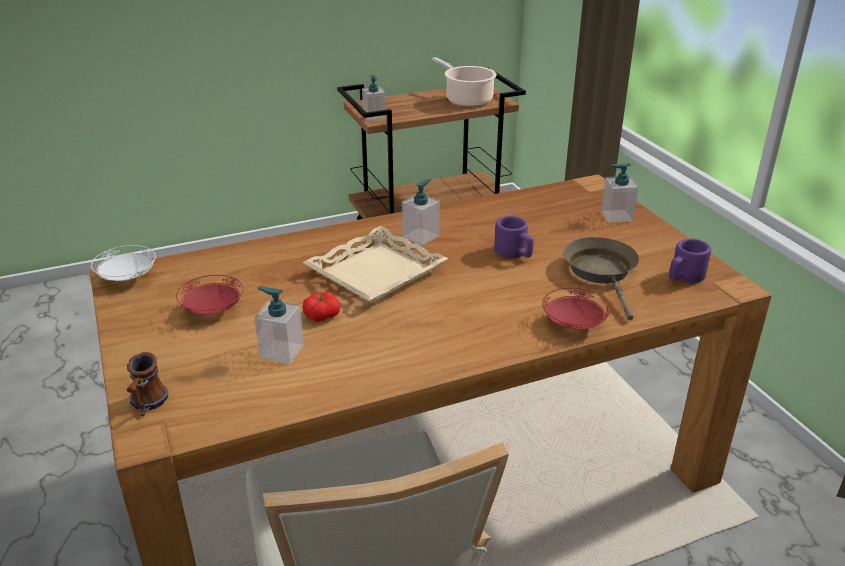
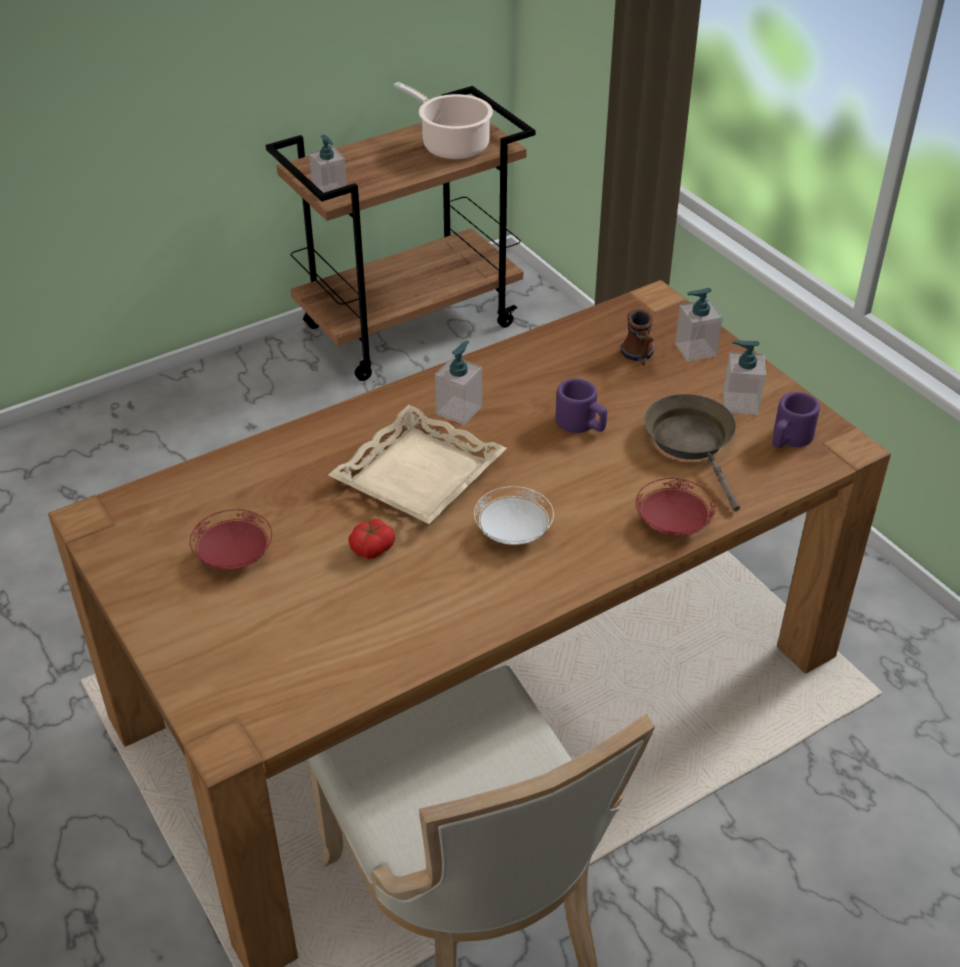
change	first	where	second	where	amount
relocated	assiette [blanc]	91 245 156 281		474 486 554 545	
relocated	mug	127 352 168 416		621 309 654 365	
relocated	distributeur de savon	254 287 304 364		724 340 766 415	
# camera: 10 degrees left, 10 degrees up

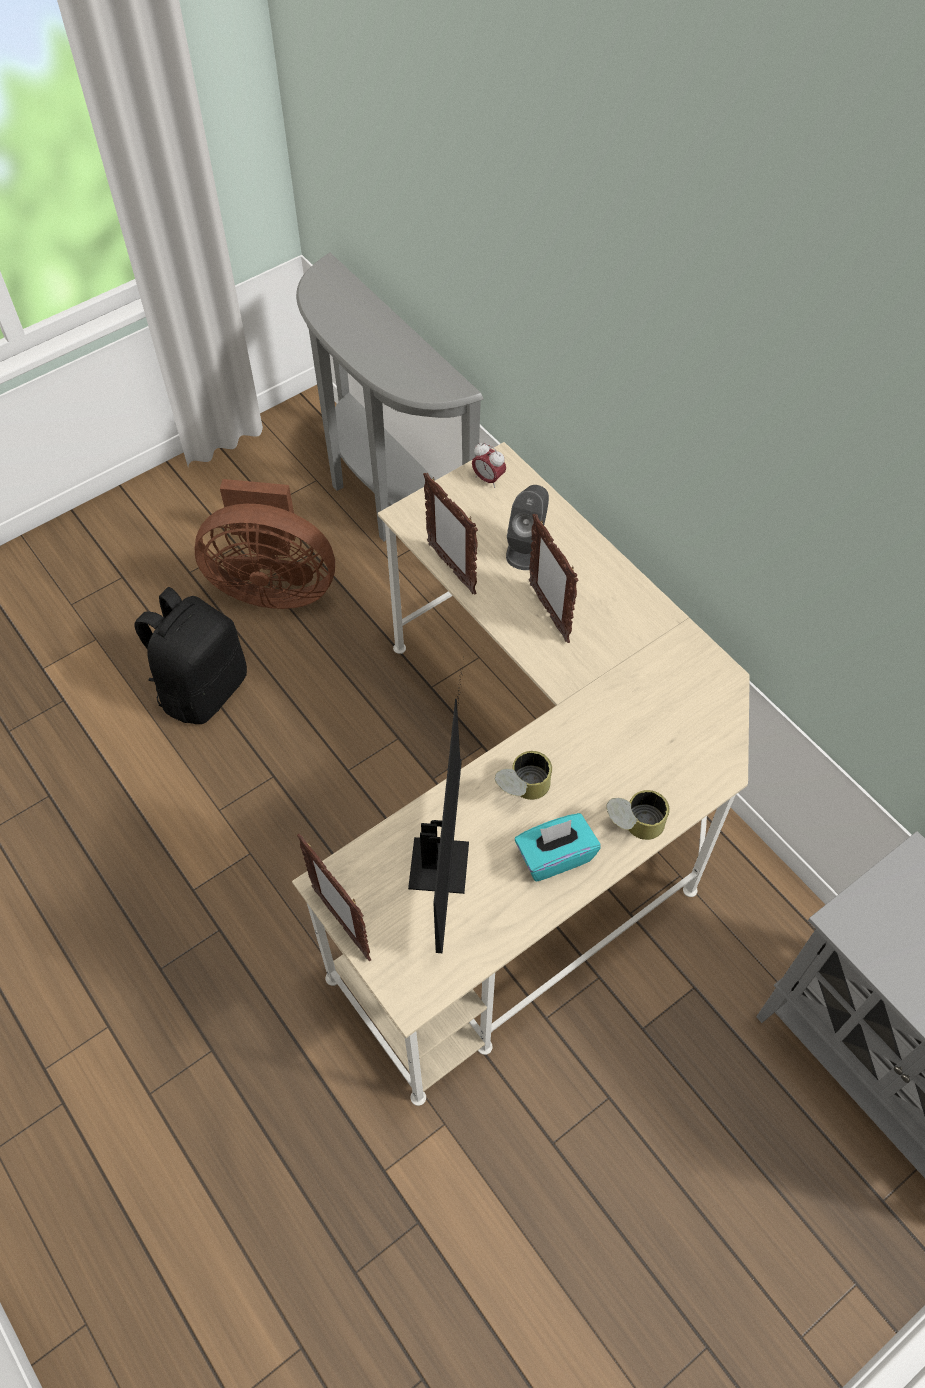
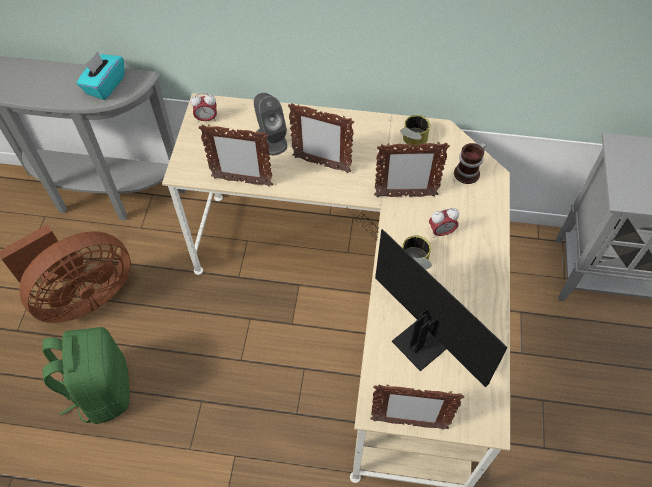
change	first	where	second	where	amount
appeared			cadre photo	374 143 450 197	
appeared			réveil	429 208 459 238	
appeared			mug	454 142 487 184	
relocated	boîte à mouchoirs [turquoise]	515 813 601 882		77 51 124 100	
relocated	boîte métallique	606 790 670 840		400 115 430 147	
colour	sac à dos [noir]	134 587 247 724	sac à dos [vert]	42 327 130 424	
# camera: 45 degrees left, 0 degrees up

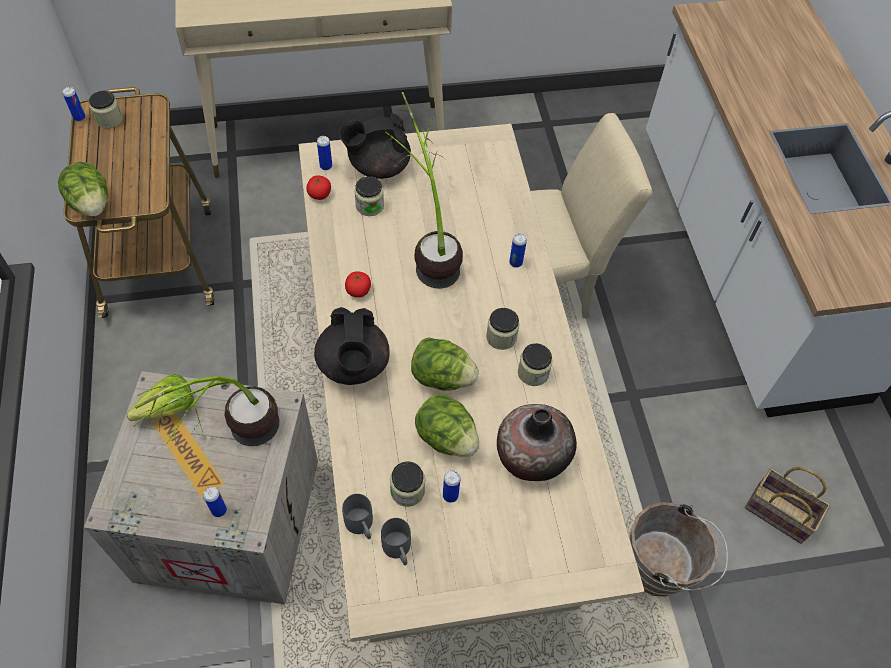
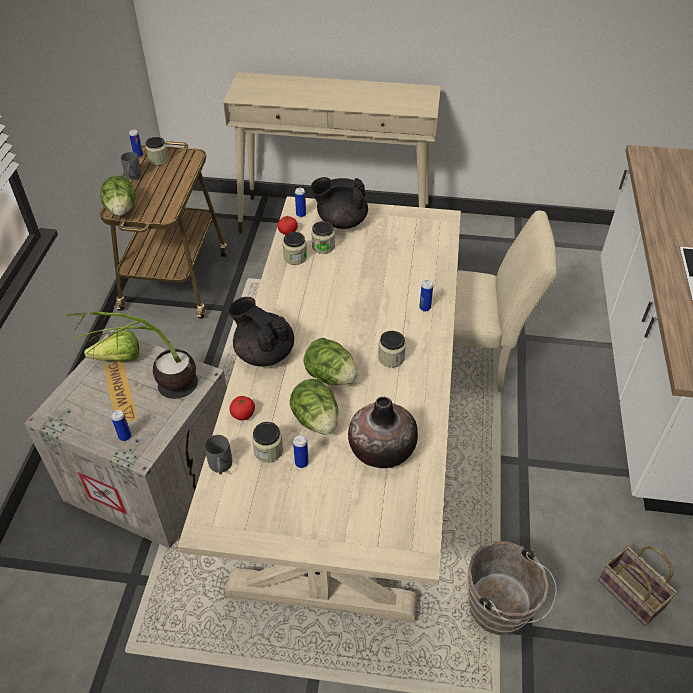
change	first	where	second	where	amount
missing	plante en pot	384 92 463 289			
relocated	tomate	345 271 371 298		229 396 255 420	
relocated	mug [gris]	381 518 411 565		121 152 142 180	
relocated	bocal	518 343 553 386		283 232 307 265	
spun	théière [noir]	314 307 390 385		228 297 294 366	120 degrees clockwise
# camera: 20 degrees right, 10 degrees down

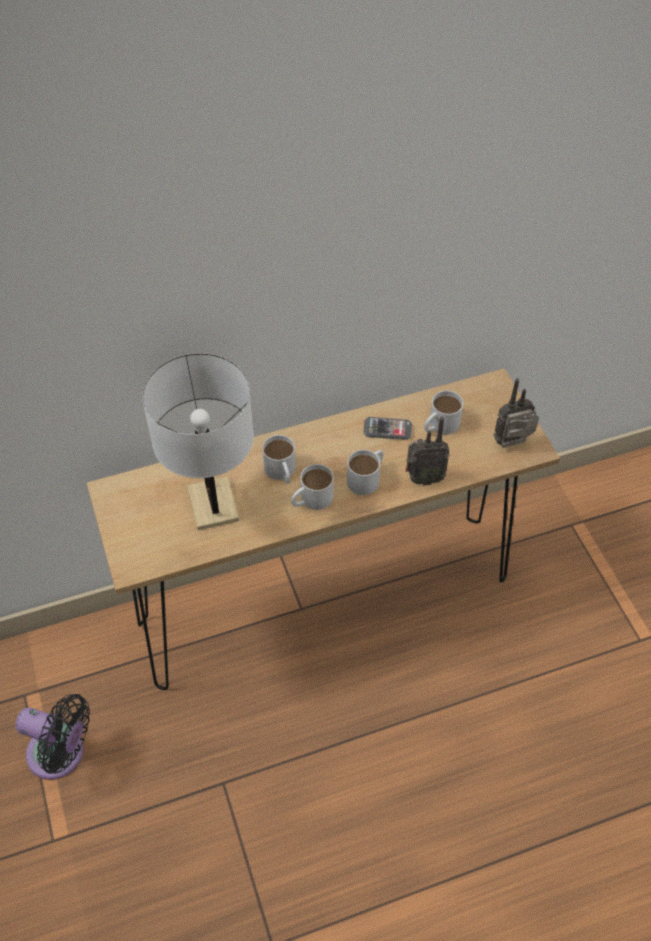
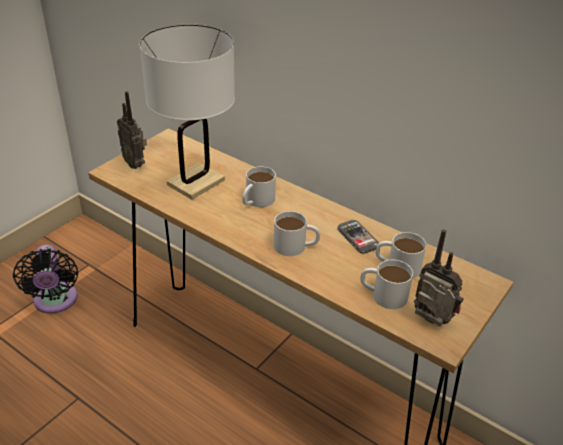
change	first	where	second	where	amount
relocated	mug [blanc]	291 464 334 510		360 259 413 309	
relocated	radio	406 417 449 485		117 91 147 169	
# camera: 55 degrees right, 15 degrees down

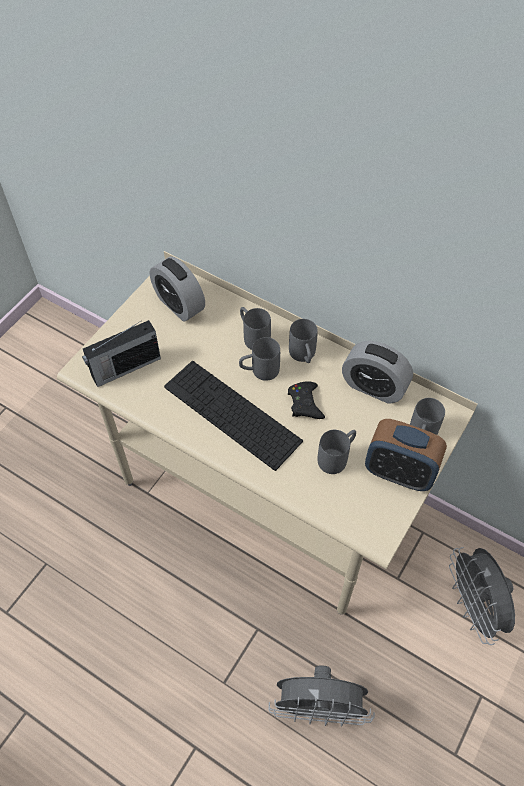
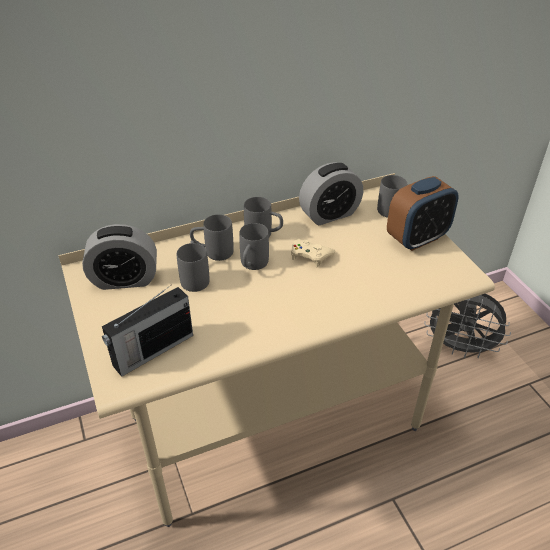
change	first	where	second	where	amount
missing	clavier	164 361 303 471			
missing	ventilateur [gris]	269 665 375 727			
relocated	mug [gris]	317 430 356 474		177 241 210 292	
colour	manette [noir]	288 381 325 419	manette [beige]	291 239 336 267	
spun	radio	82 320 161 387		102 284 193 377	45 degrees clockwise
# camera: 55 degrees left, 15 degrees down

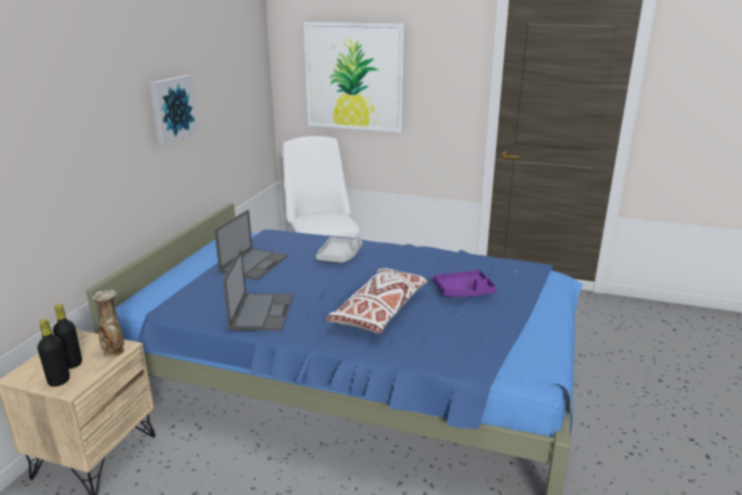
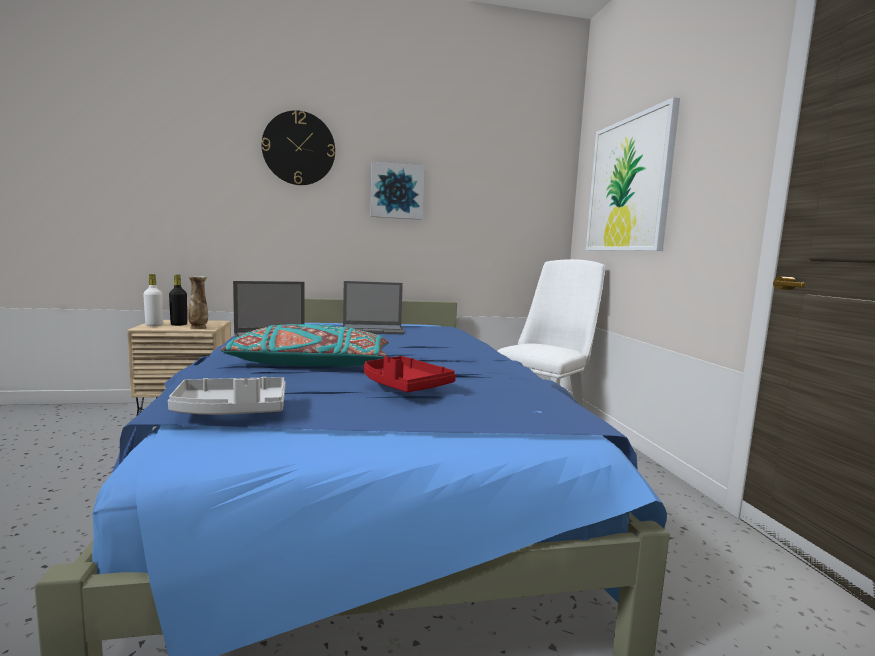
change	first	where	second	where	amount
appeared			horloge murale	262 110 335 185	
relocated	plateau [gris]	316 235 362 263		168 377 286 415	
colour	bouteille [noir]	37 319 70 387	bouteille [blanc]	143 274 163 326	
colour	coussin [blanc]	326 268 429 333	coussin [turquoise]	221 324 389 367	
colour	plateau [violet]	433 270 497 297	plateau [rouge]	364 356 456 393	
# camera: 60 degrees right, 15 degrees down

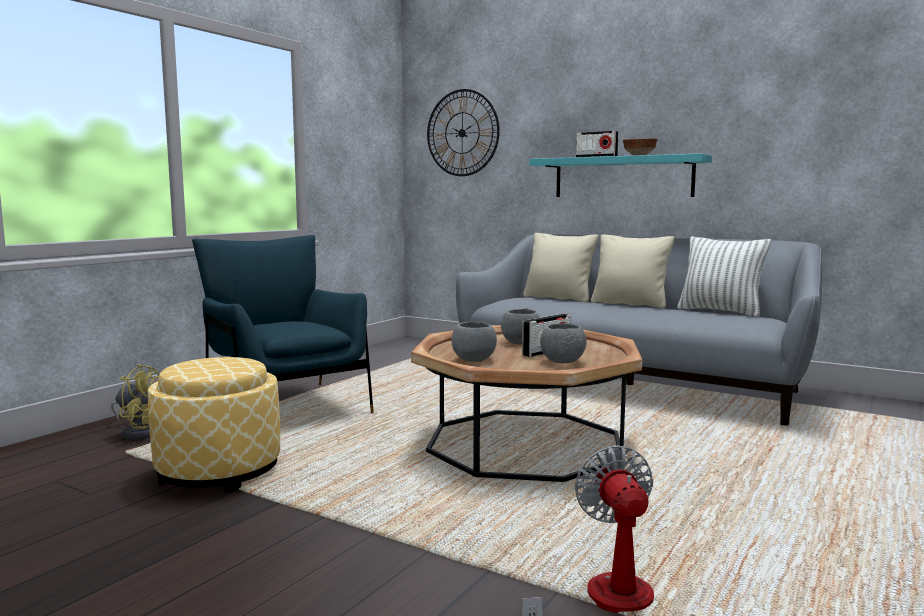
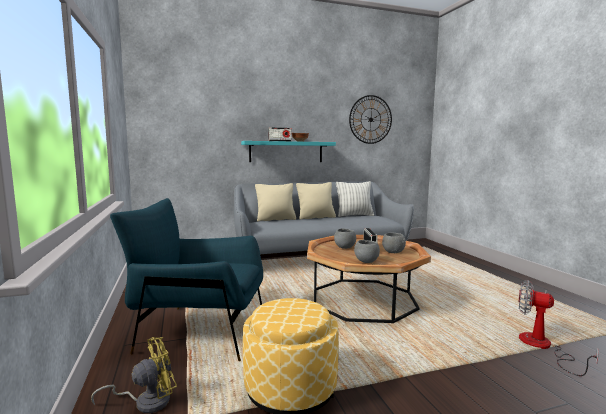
change	first	where	second	where	amount
relocated	horloge murale	427 89 500 176		349 95 392 144	
# camera: 50 degrees left, 0 degrees up

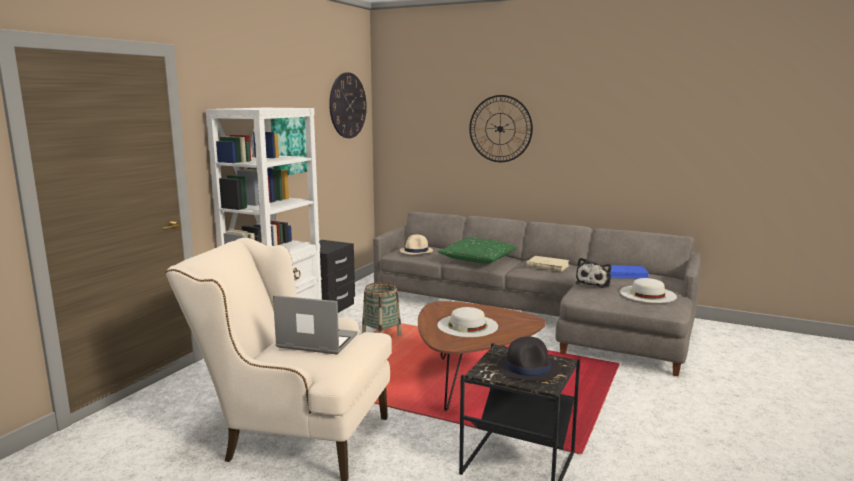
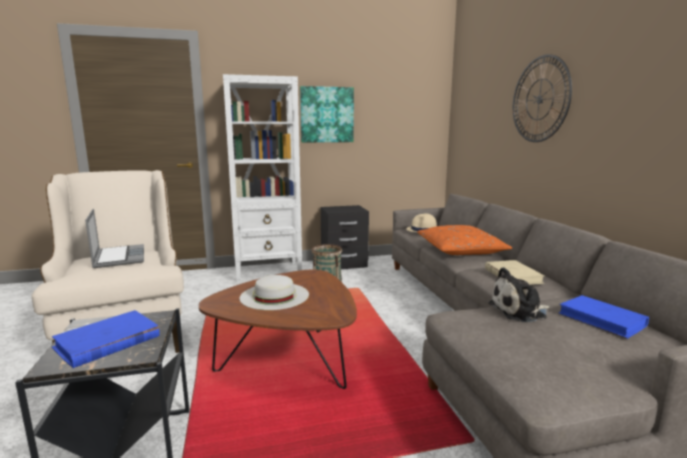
change	first	where	second	where	amount
missing	horloge murale	329 72 367 138			
missing	chapeau [blanc]	620 278 677 303			
exchanged	chapeau [noir]	497 336 560 381	livre [bleu]	52 310 160 368	
colour	coussin [vert]	438 238 518 264	coussin [orange]	417 225 512 255	
# camera: 50 degrees right, 0 degrees up

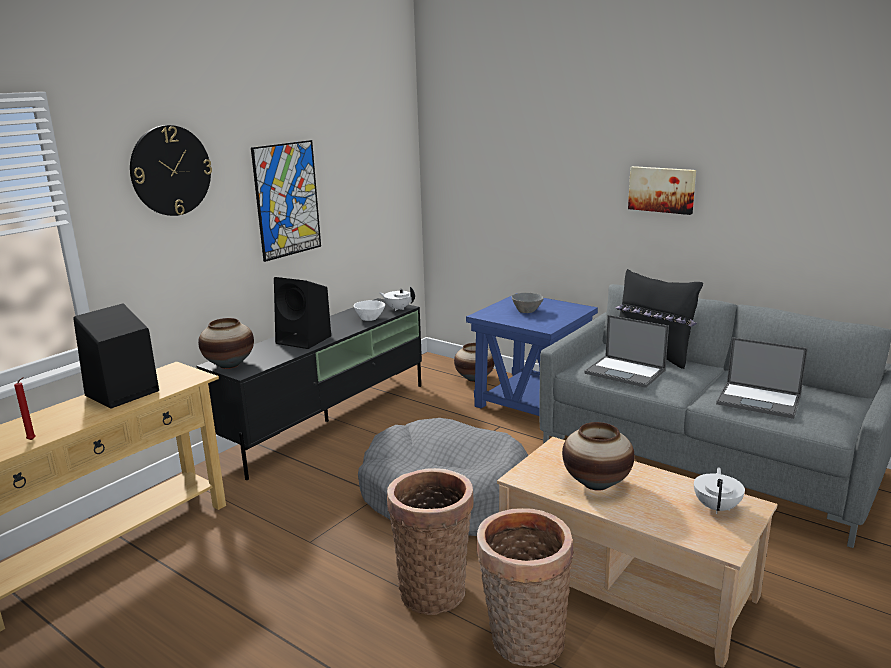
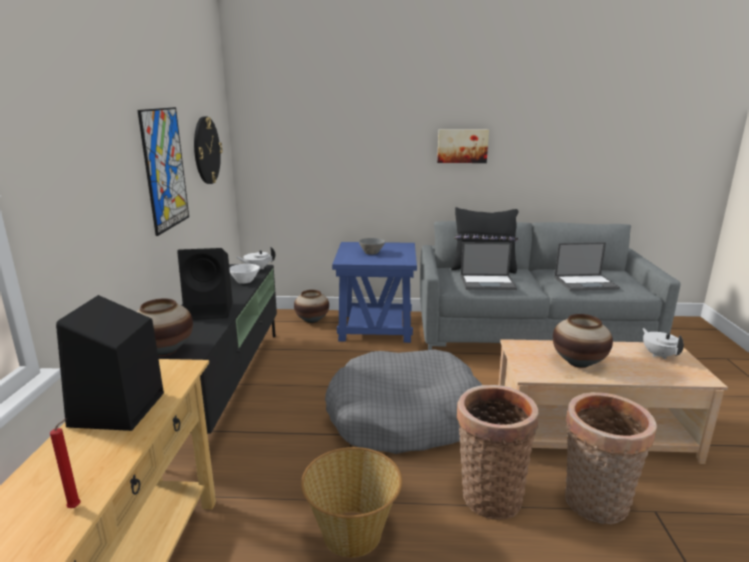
change	first	where	second	where	amount
appeared			panier	301 447 402 558	
relocated	horloge murale	130 125 212 216		194 116 222 184	
# camera: 35 degrees left, 0 degrees up

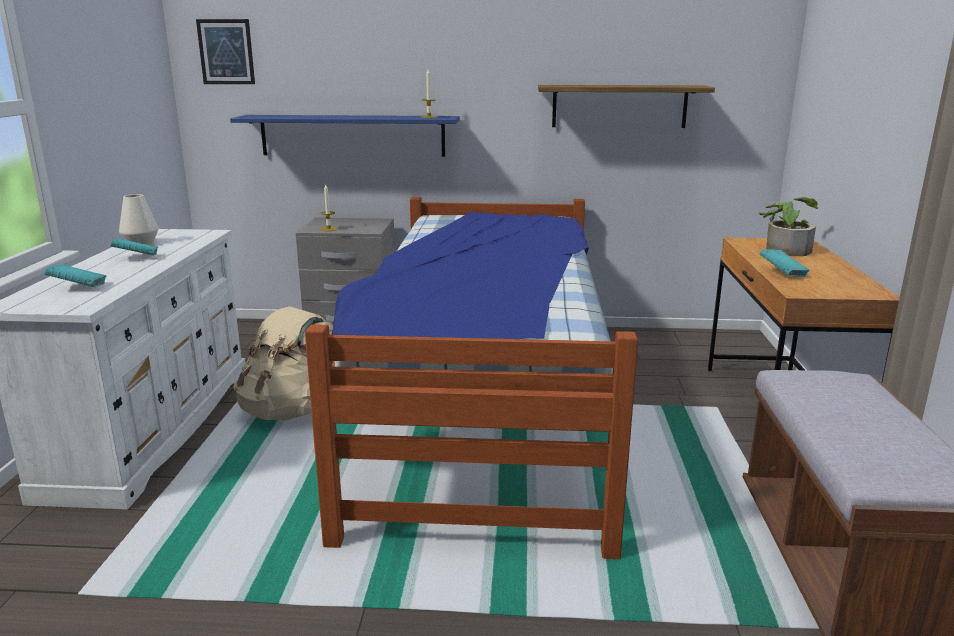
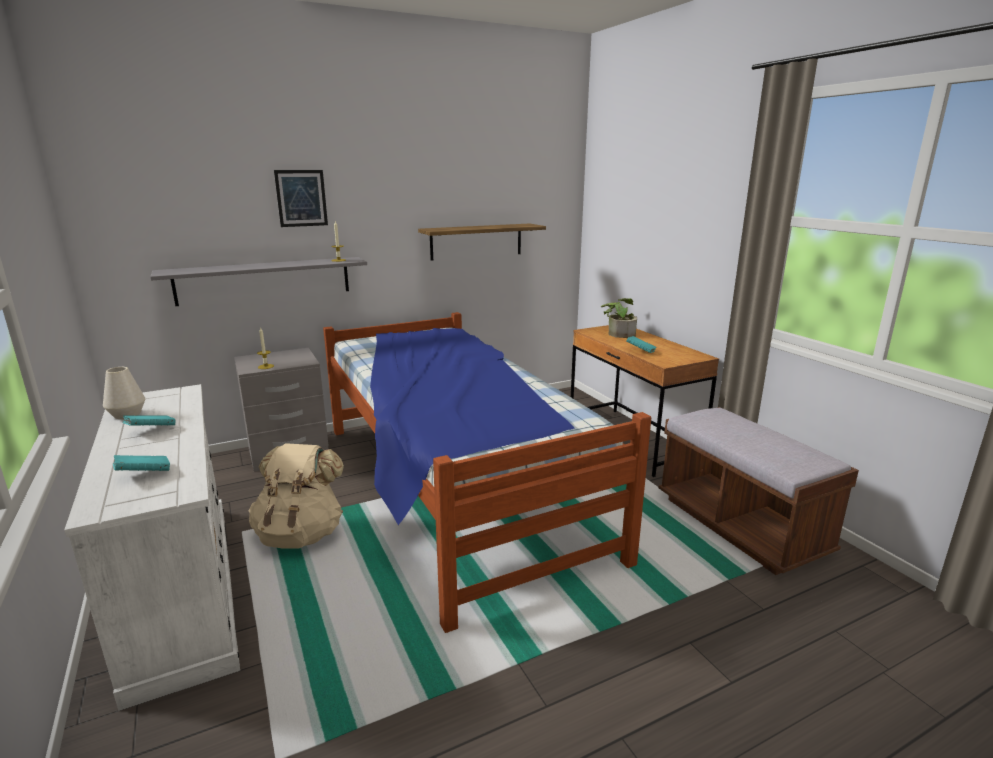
change	first	where	second	where	amount
relocated	tableau	196 19 255 84		274 170 328 227	
colour	étagère [bleu]	230 115 460 157	étagère [gris]	150 257 367 306	
# camera: 30 degrees left, 0 degrees up

